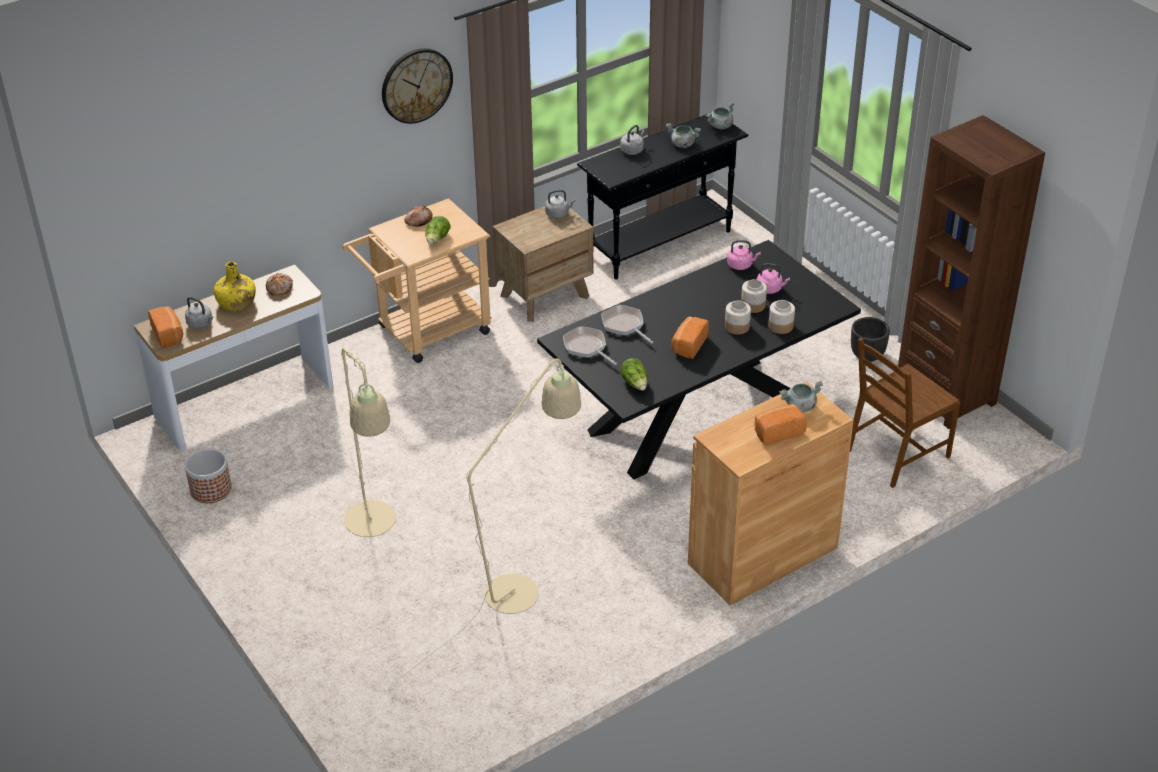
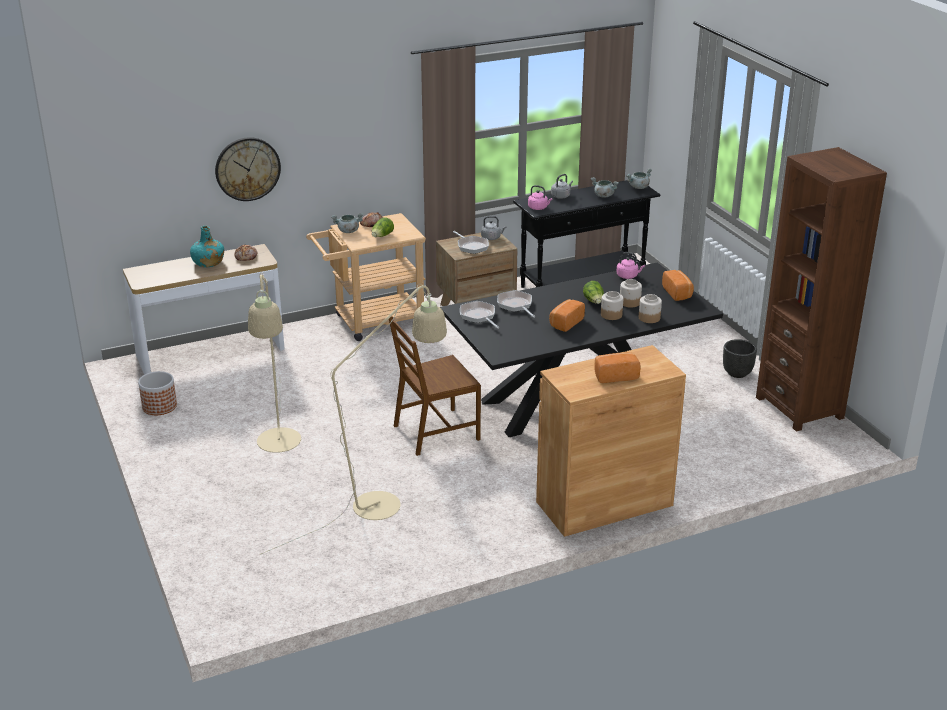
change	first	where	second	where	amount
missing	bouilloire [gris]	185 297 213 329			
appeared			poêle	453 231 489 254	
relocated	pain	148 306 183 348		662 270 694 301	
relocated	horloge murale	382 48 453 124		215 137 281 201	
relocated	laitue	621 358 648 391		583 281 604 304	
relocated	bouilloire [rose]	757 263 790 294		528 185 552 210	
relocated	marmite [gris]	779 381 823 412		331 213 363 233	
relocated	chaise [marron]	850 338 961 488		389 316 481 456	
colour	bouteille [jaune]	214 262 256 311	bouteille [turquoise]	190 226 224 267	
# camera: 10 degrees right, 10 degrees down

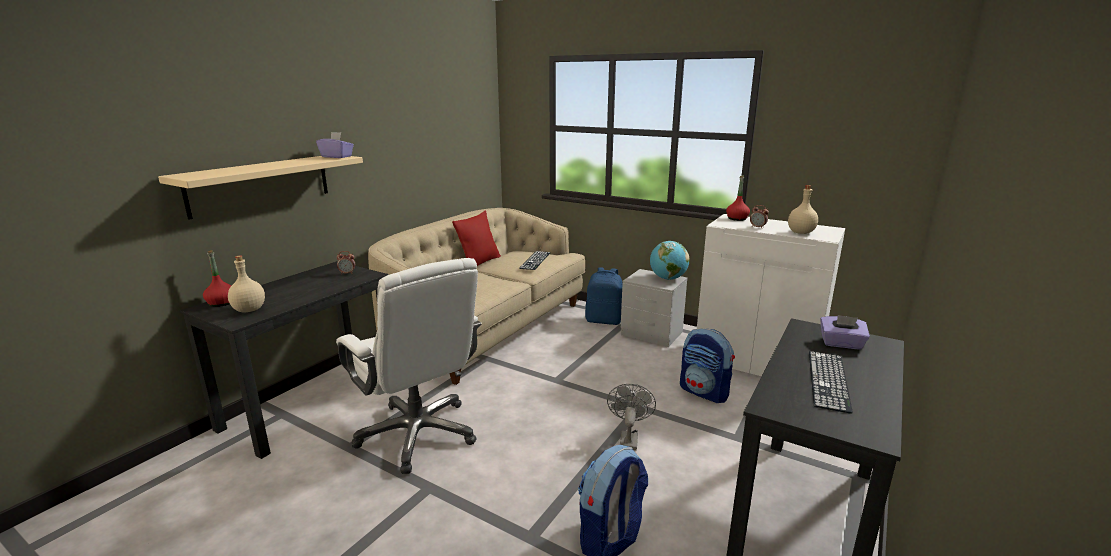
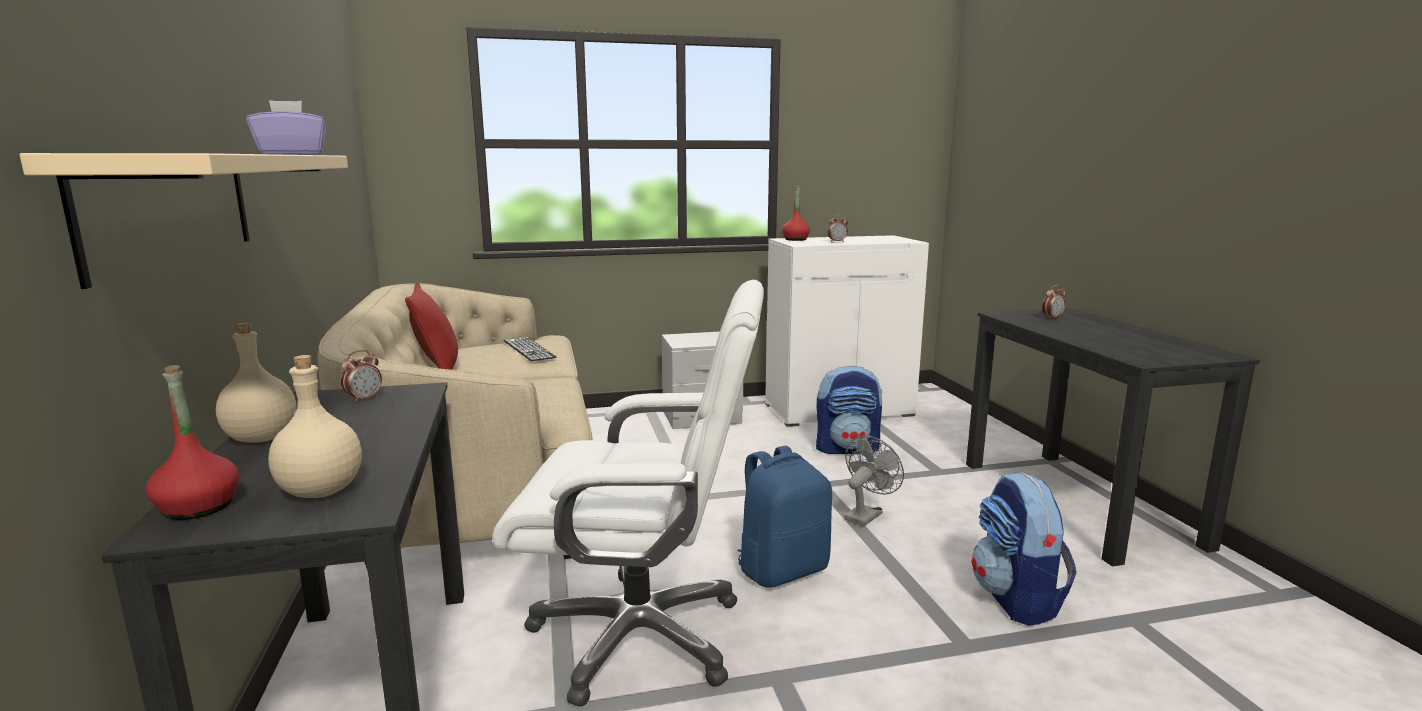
change	first	where	second	where	amount
missing	globe	650 241 690 280			
missing	clavier	809 351 853 414			
relocated	sac à dos [bleu]	585 267 623 325		737 445 832 588	
relocated	bouteille [beige]	788 185 818 234		216 323 296 443	
exchanged	boîte à mouchoirs [violet]	820 315 870 350	réveil	1042 285 1066 319	
spun	ventilateur [gris]	607 384 656 450		845 436 904 526	75 degrees clockwise
# camera: 45 degrees left, 5 degrees down

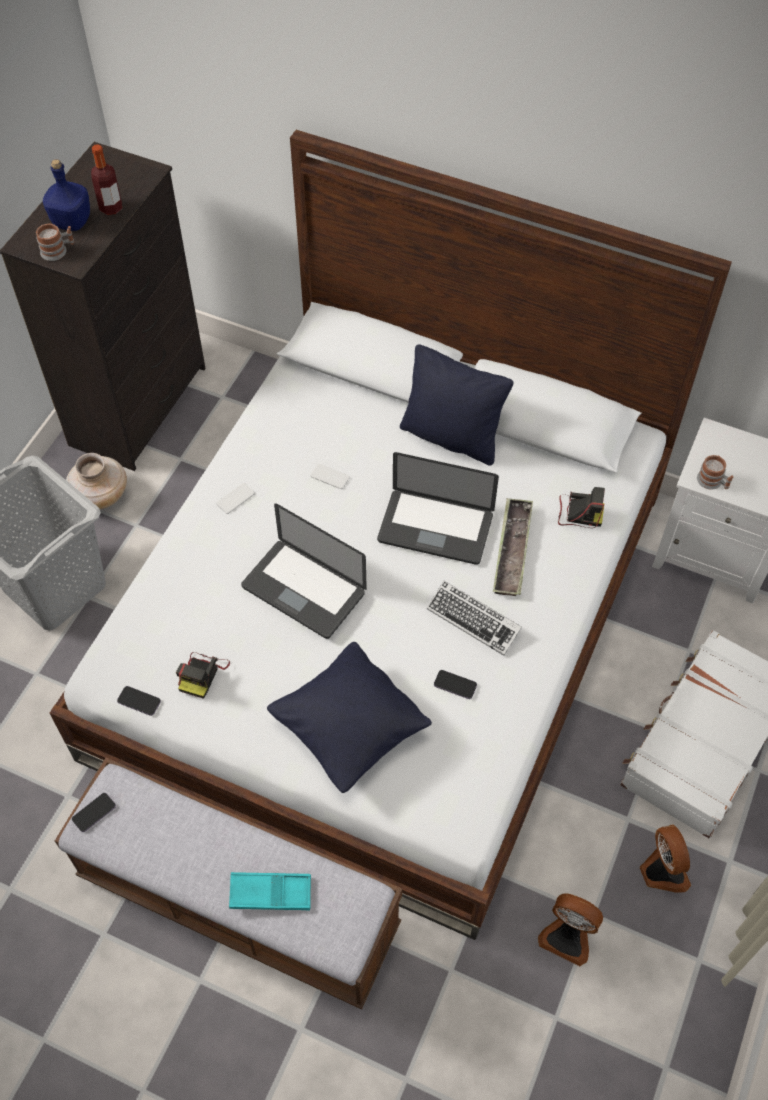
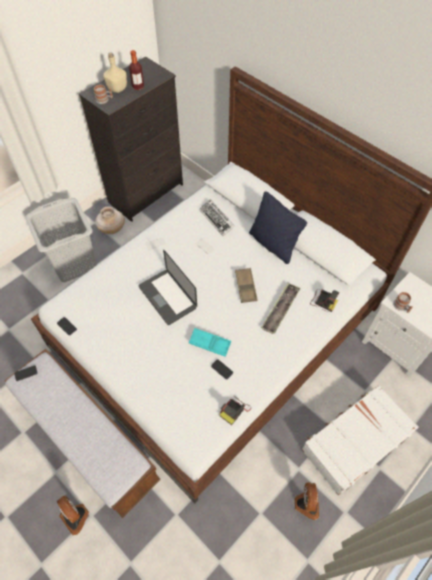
change	first	where	second	where	amount
missing	coussin [noir]	267 642 432 793			
relocated	appareil photo	176 652 230 699		220 396 251 425	
relocated	plateau [turquoise]	229 872 311 911		189 328 231 357	
relocated	clavier	427 581 522 656		199 200 235 236	
relocated	ventilateur	538 893 603 966		57 496 89 535	
exchanged	ordinateur portable	377 452 499 565	plateau [marron]	235 268 258 303	
colour	bouteille [bleu]	43 159 90 231	bouteille [beige]	103 53 127 93	
# camera: 20 degrees right, 0 degrees up

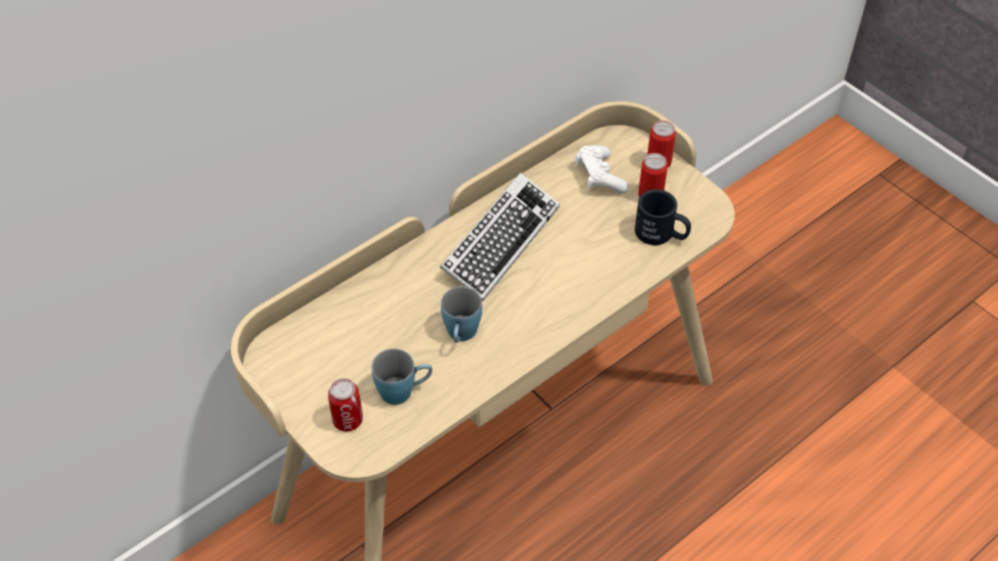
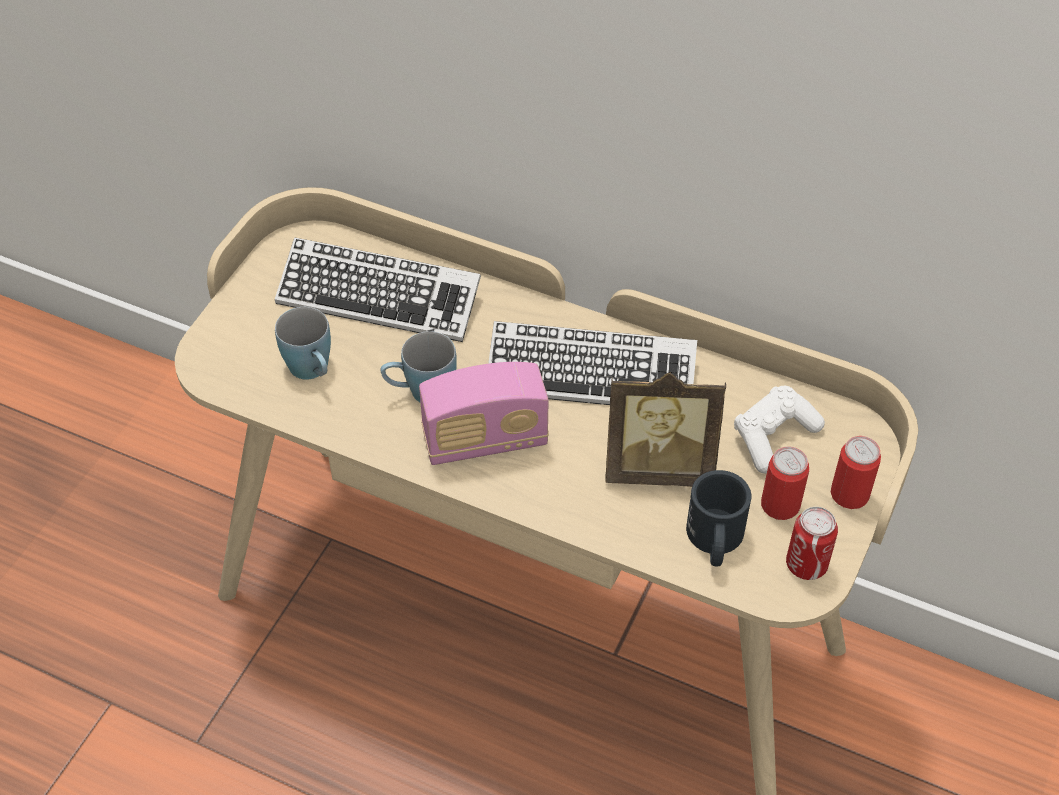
change	first	where	second	where	amount
appeared			clavier	275 237 481 342	
appeared			radio	419 362 549 465	
appeared			cadre photo	605 372 726 487	
relocated	boîte métallique	328 378 363 431		786 507 838 580	
# camera: 65 degrees right, 0 degrees up

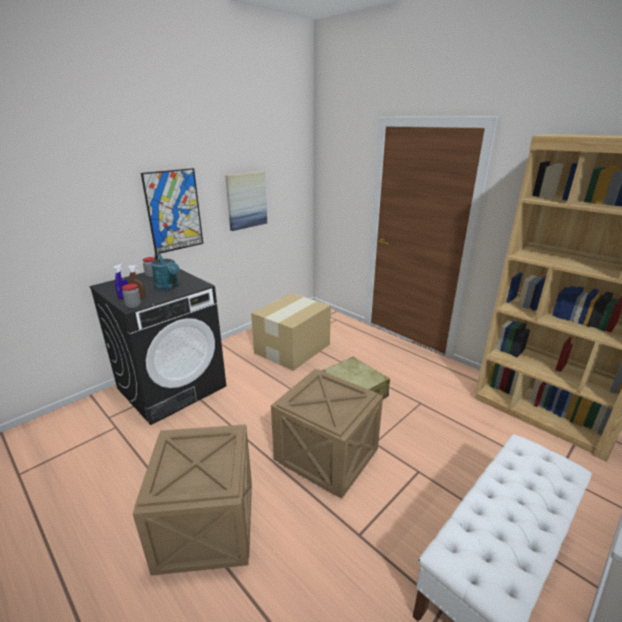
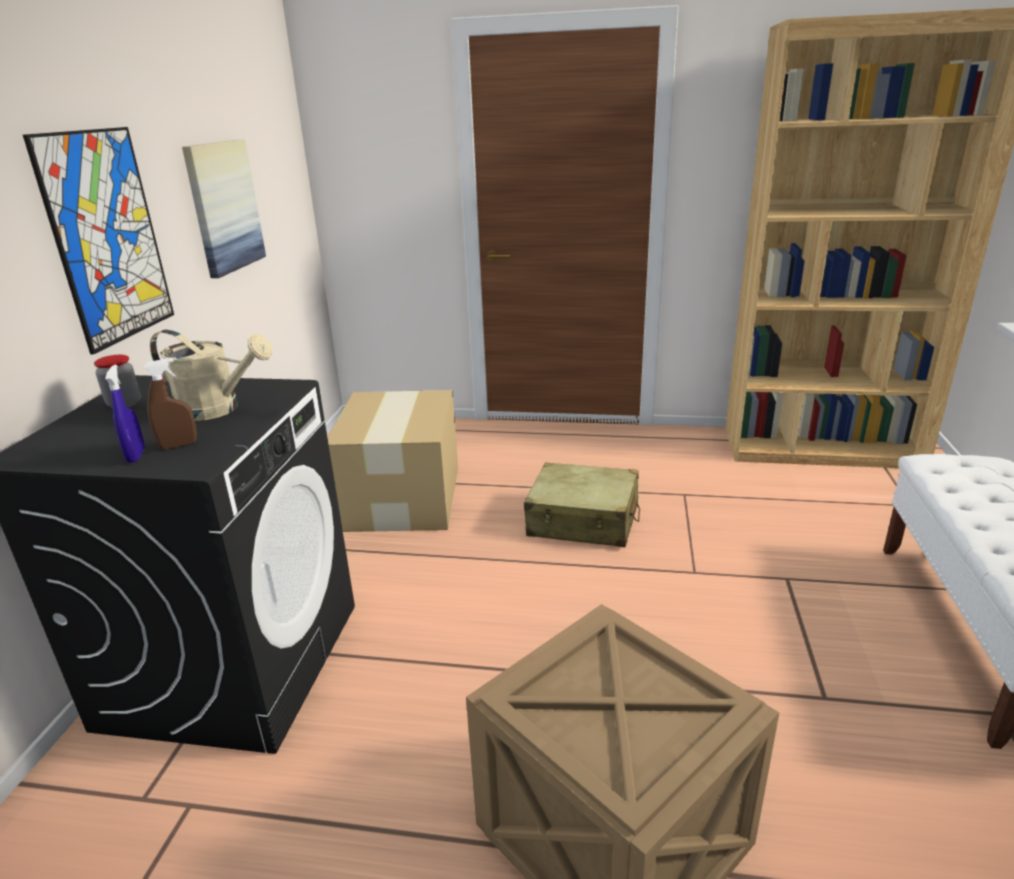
change	first	where	second	where	amount
missing	bocal	122 284 141 309			
missing	caisse	271 369 383 499			
colour	arrosoir [turquoise]	151 253 179 291	arrosoir [beige]	150 330 273 421	
# camera: 35 degrees left, 0 degrees up

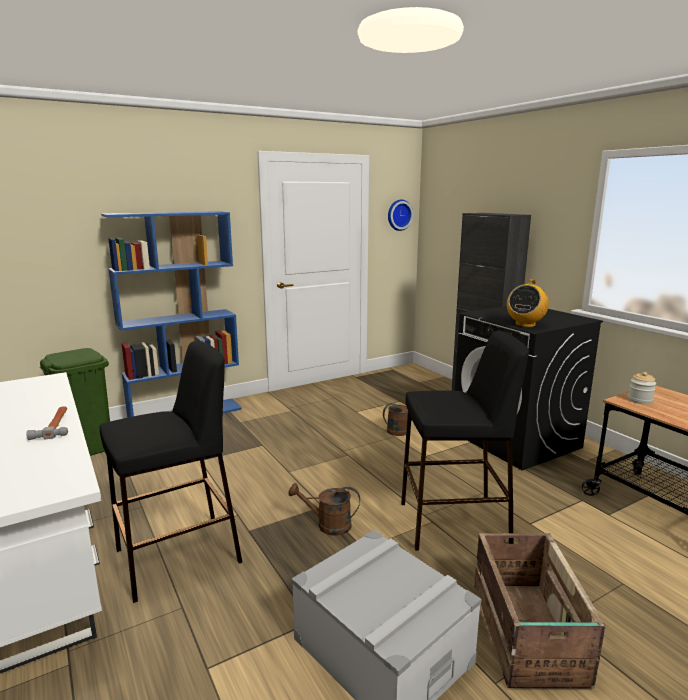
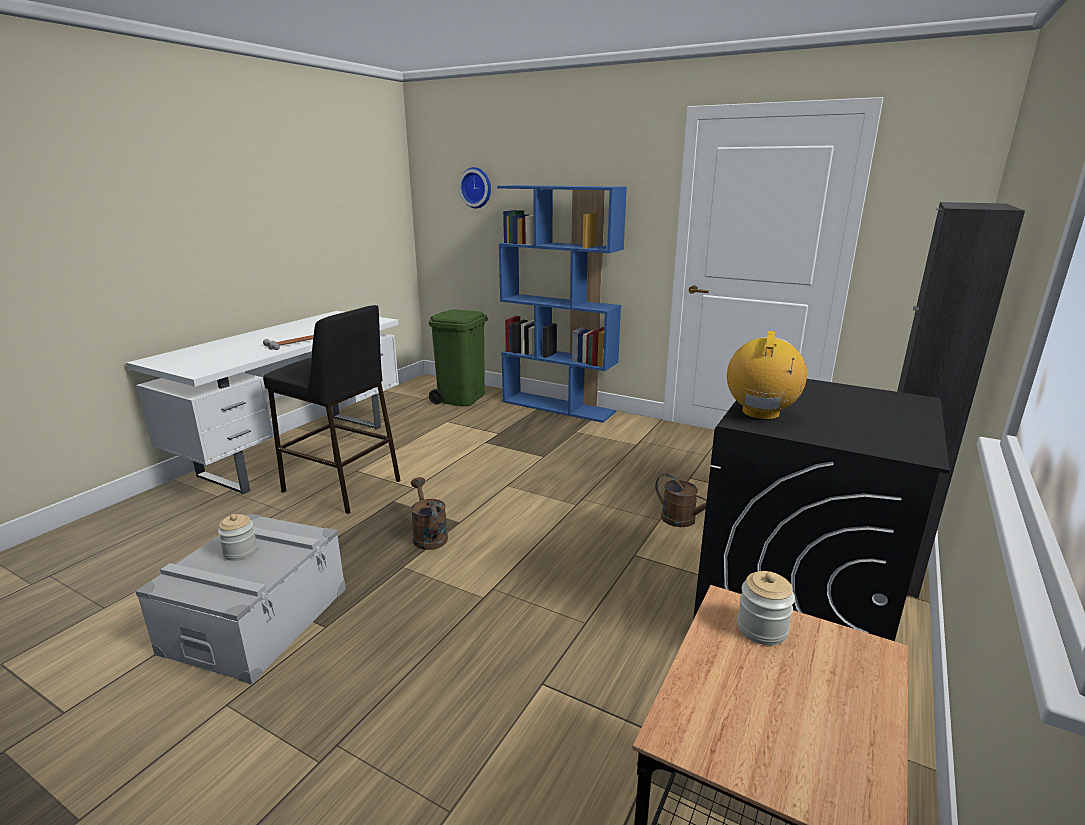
change	first	where	second	where	amount
missing	tabouret [noir]	401 331 529 551			
missing	caisse	474 533 605 689			
appeared			bocal	218 514 258 561	
relocated	horloge murale	388 200 413 231		459 167 491 208	
spun	radio	507 279 549 327		727 331 807 420	105 degrees clockwise
# camera: 60 degrees right, 5 degrees up

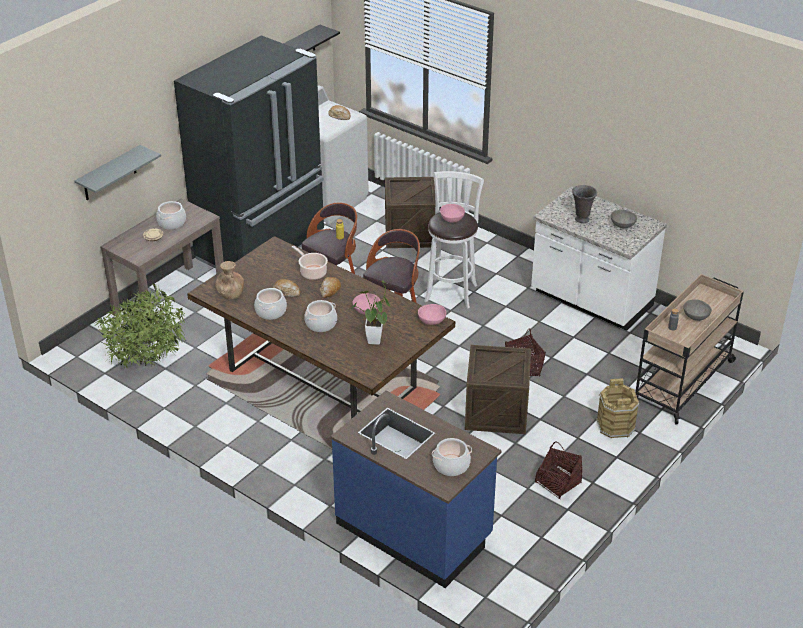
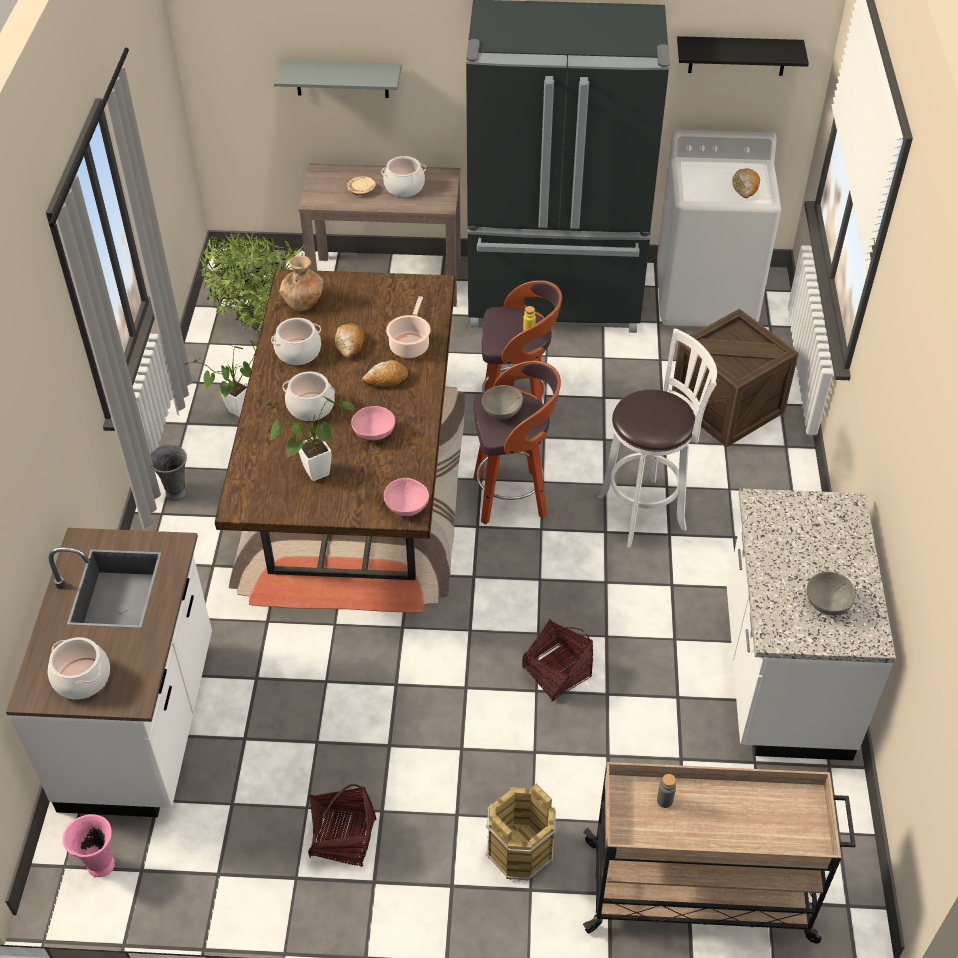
change	first	where	second	where	amount
missing	bol [rose]	440 204 465 223			
missing	caisse	465 345 531 434			
appeared			vase [rose]	63 814 115 877	
appeared			plante en pot	184 341 258 417	
relocated	vase [gris]	572 185 597 223		150 445 187 501	
relocated	bol [gris]	683 299 712 321		482 385 523 420	
colour	comptoir de cuisine [bleu]	331 391 502 588	comptoir de cuisine [blanc]	6 528 212 817	
# camera: 55 degrees right, 10 degrees up

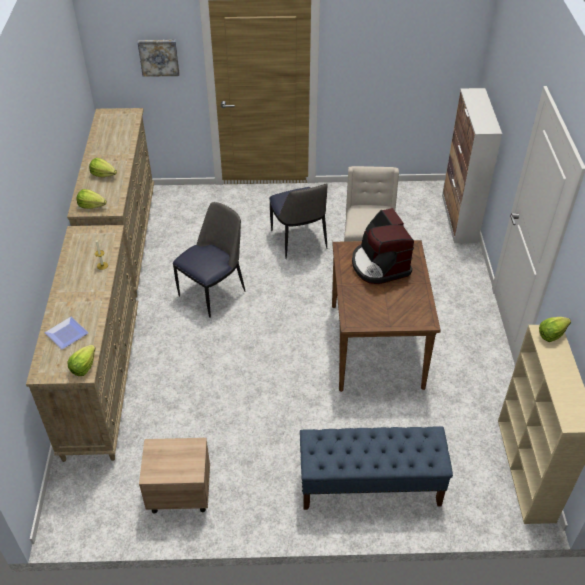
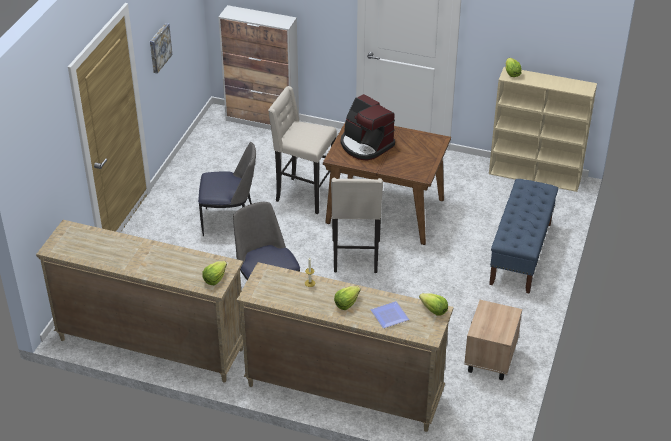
change	first	where	second	where	amount
appeared			tabouret [beige]	331 178 383 273	
relocated	laitue	89 158 117 177		334 286 361 310	
relocated	tableau	138 40 180 77		150 23 172 74	
spun	machine à café	352 208 414 284		341 94 395 161	45 degrees clockwise
# camera: 70 degrees left, 5 degrees down

